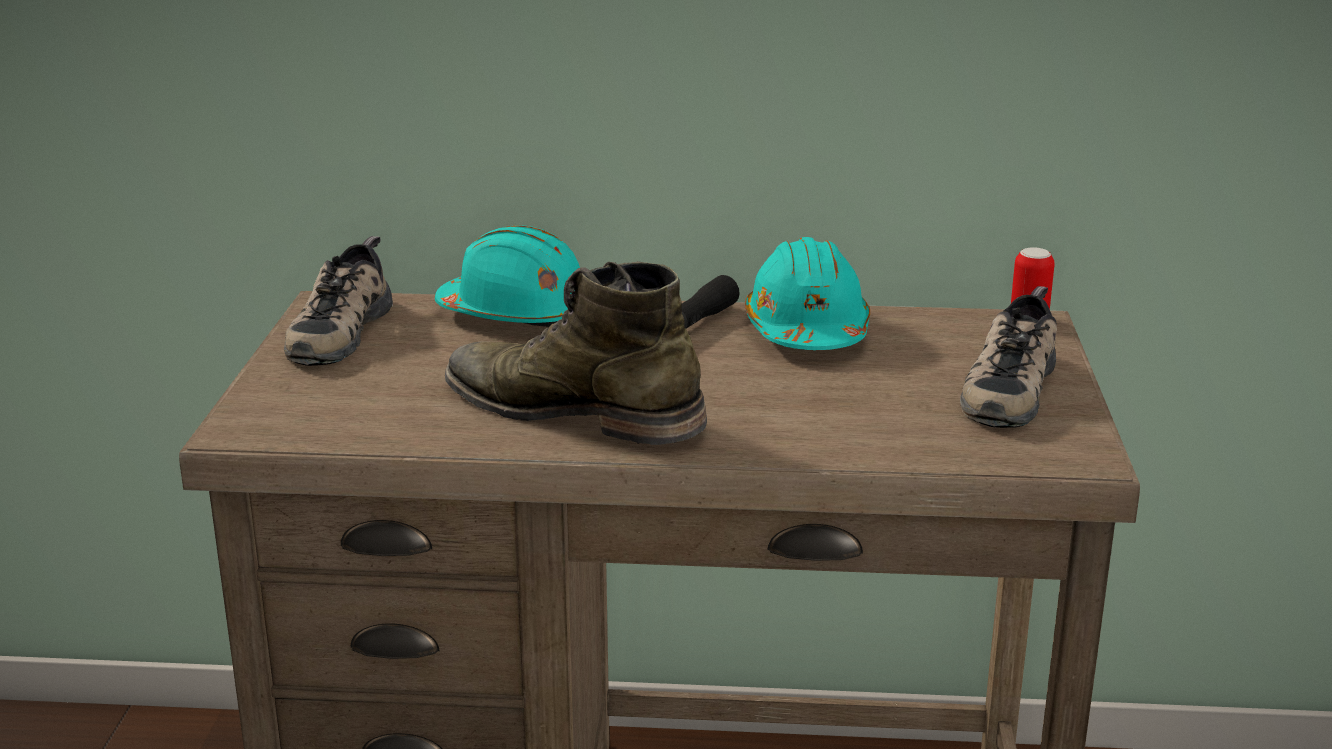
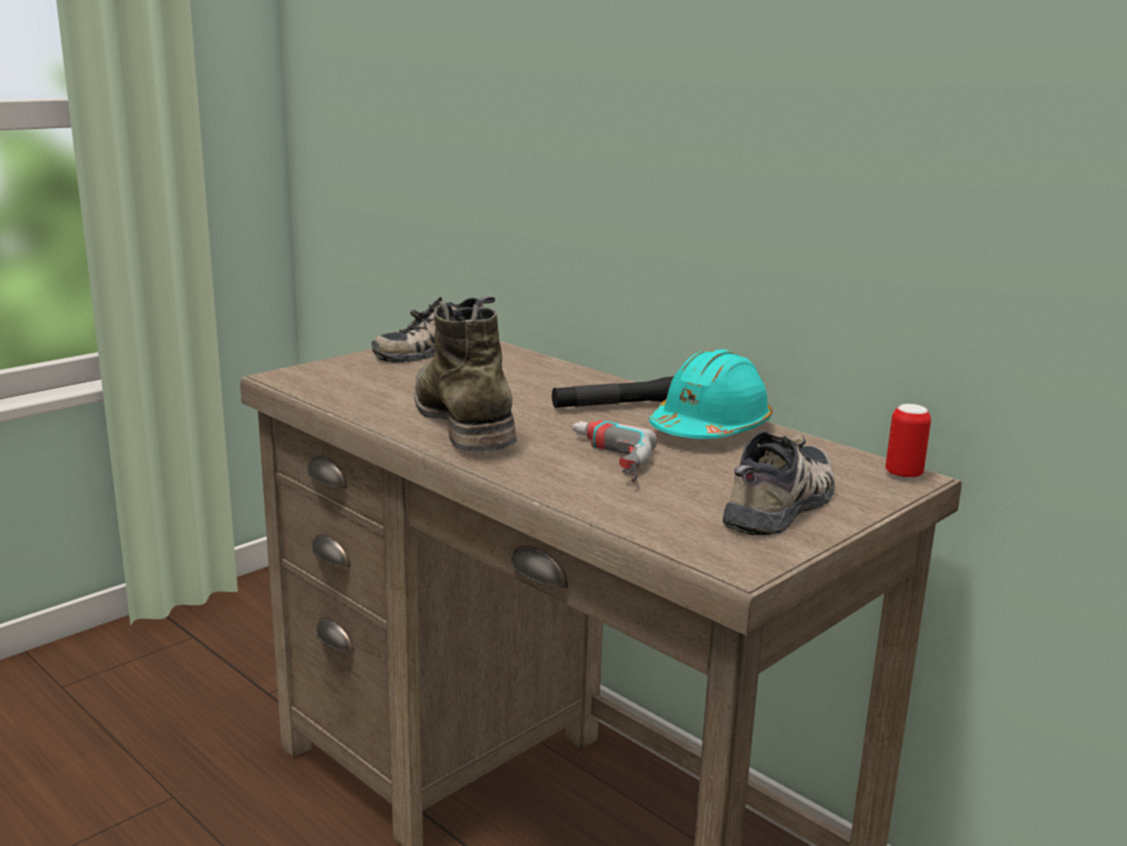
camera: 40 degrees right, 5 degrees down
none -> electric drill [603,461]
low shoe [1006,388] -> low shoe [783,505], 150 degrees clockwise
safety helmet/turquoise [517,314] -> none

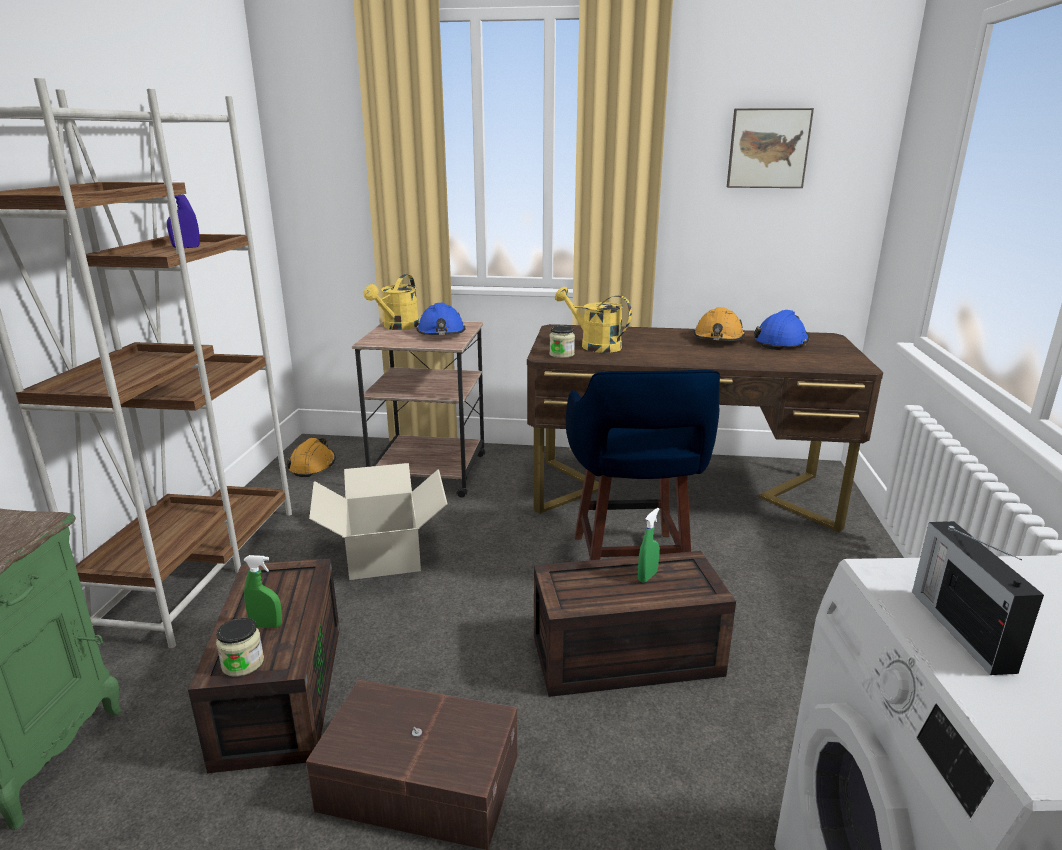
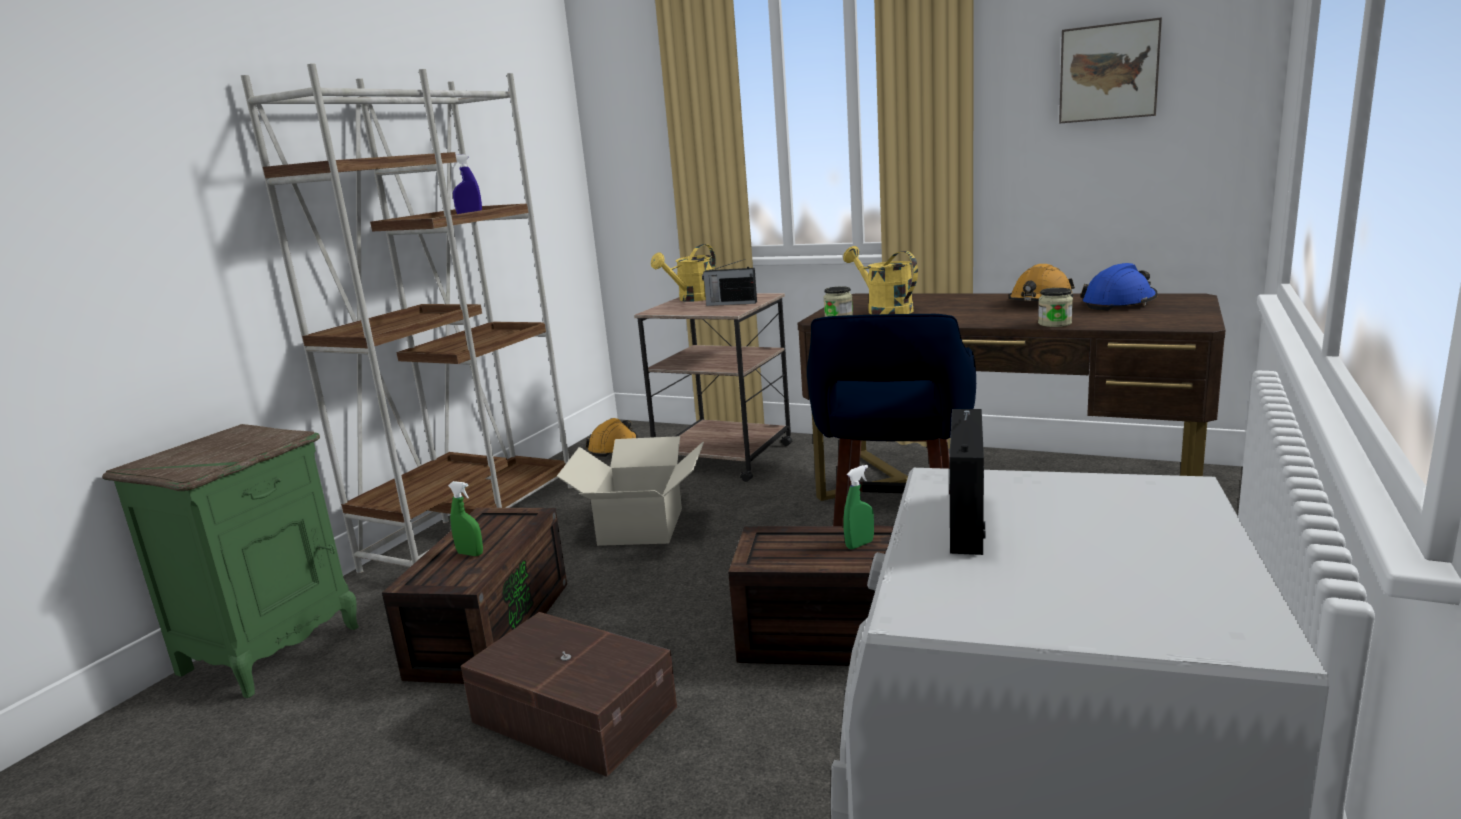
camera: 20 degrees right, 5 degrees down
safety helmet/bluish [441,333] -> radio receiver [730,303]
storage jar [243,663] -> storage jar [1054,323], moved

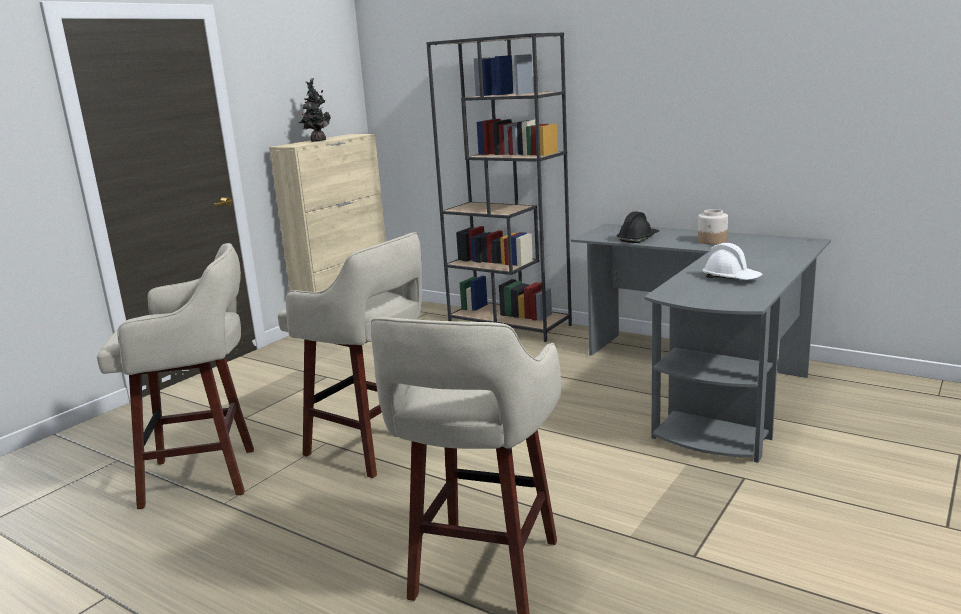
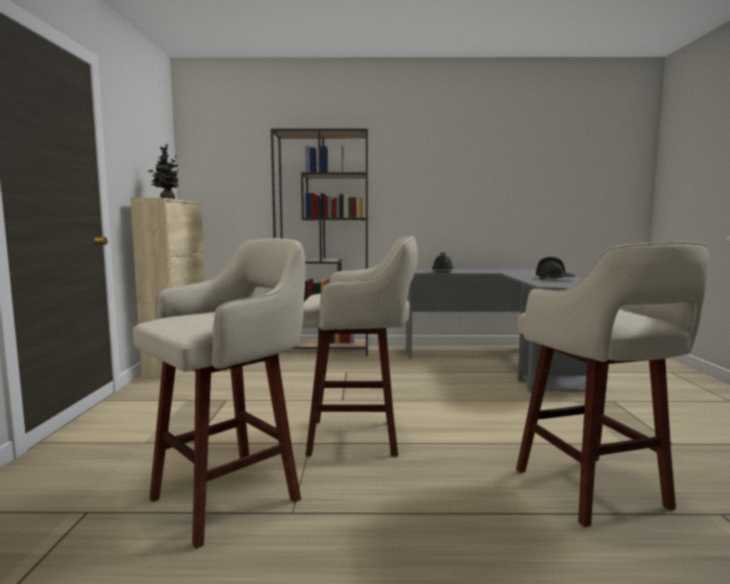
camera: 35 degrees left, 10 degrees down
safety helmet/white [731,278] -> safety helmet/black-coloured [554,279]
storage jar [712,241] -> none

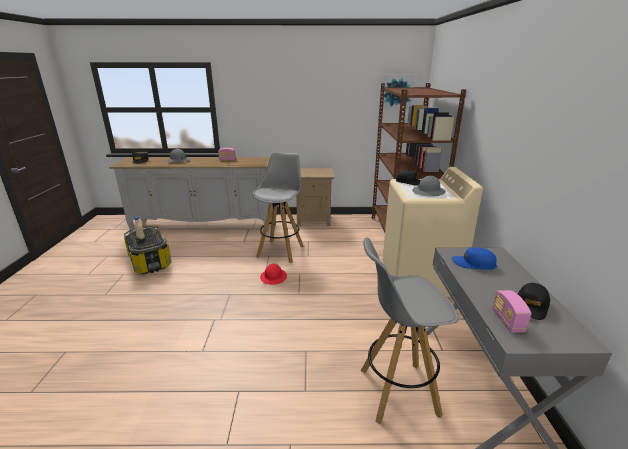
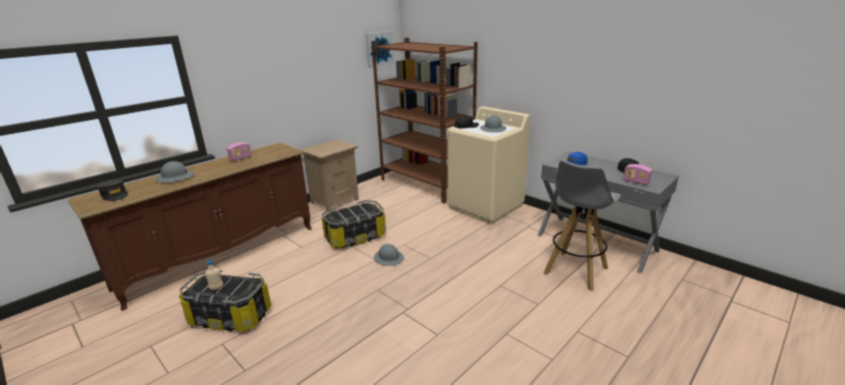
camera: 45 degrees left, 0 degrees up
cabinet/gray [203,226] -> cabinet/brown-coloured [222,256]
stool seat/gray [281,251] -> storage container [355,237]
safety helmet/red-coloured [273,277] -> safety helmet/gray [389,258]

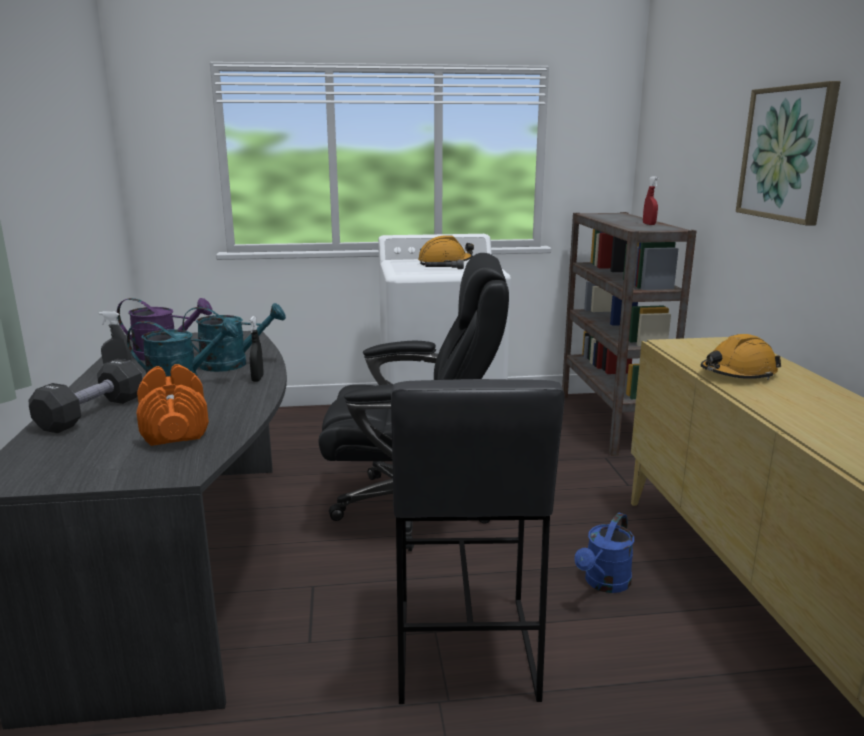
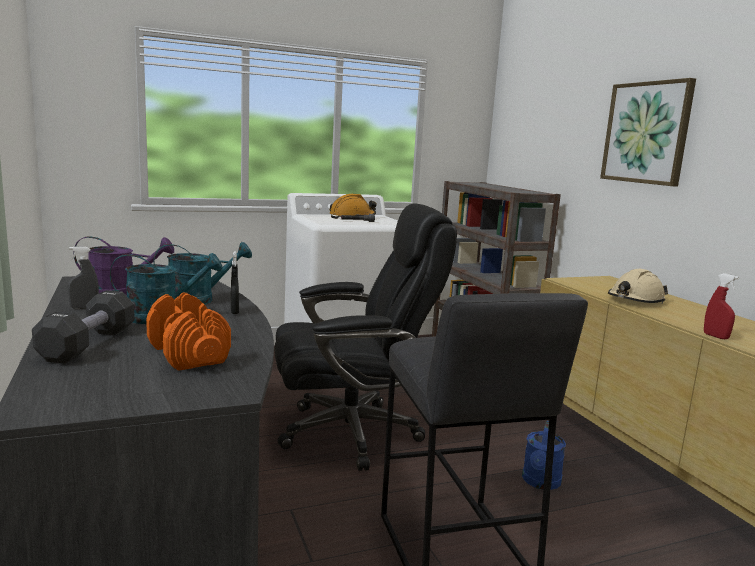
camera: 15 degrees left, 5 degrees down
safety helmet/orange-coloured [737,373] -> safety helmet/beige-coloured [635,300]
hand sprayer/red-coloured [649,224] -> hand sprayer/red-coloured [715,336], moved

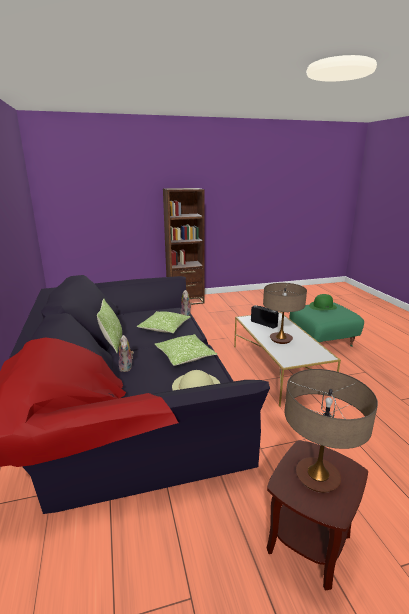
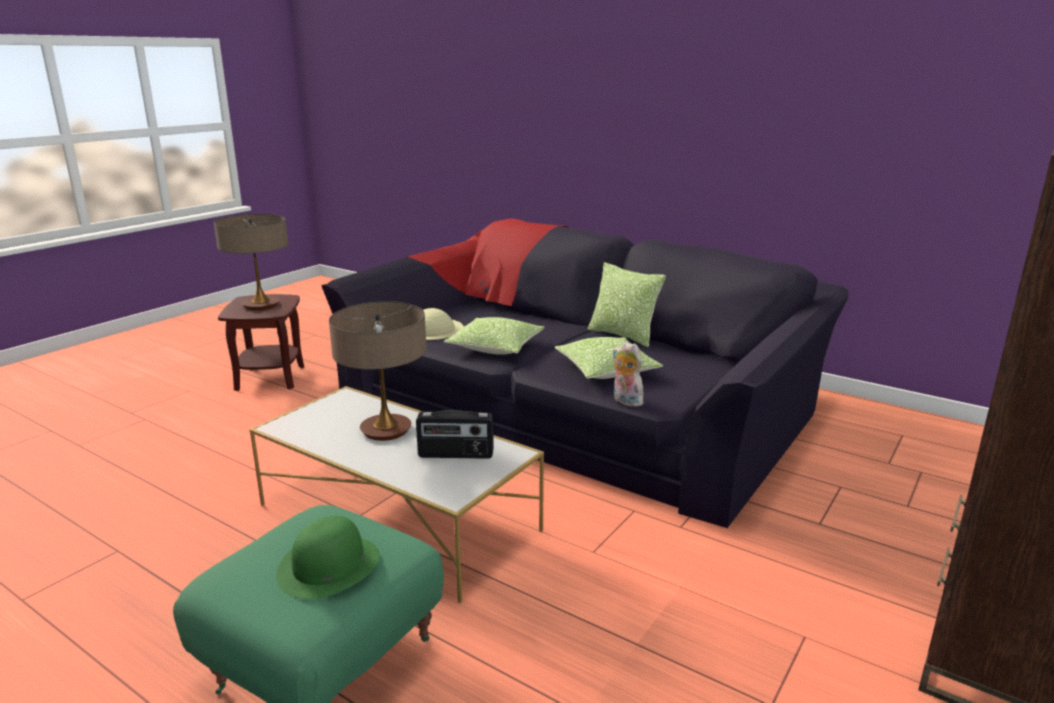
camera: 140 degrees right, 0 degrees up
soft toy [127,368] -> none

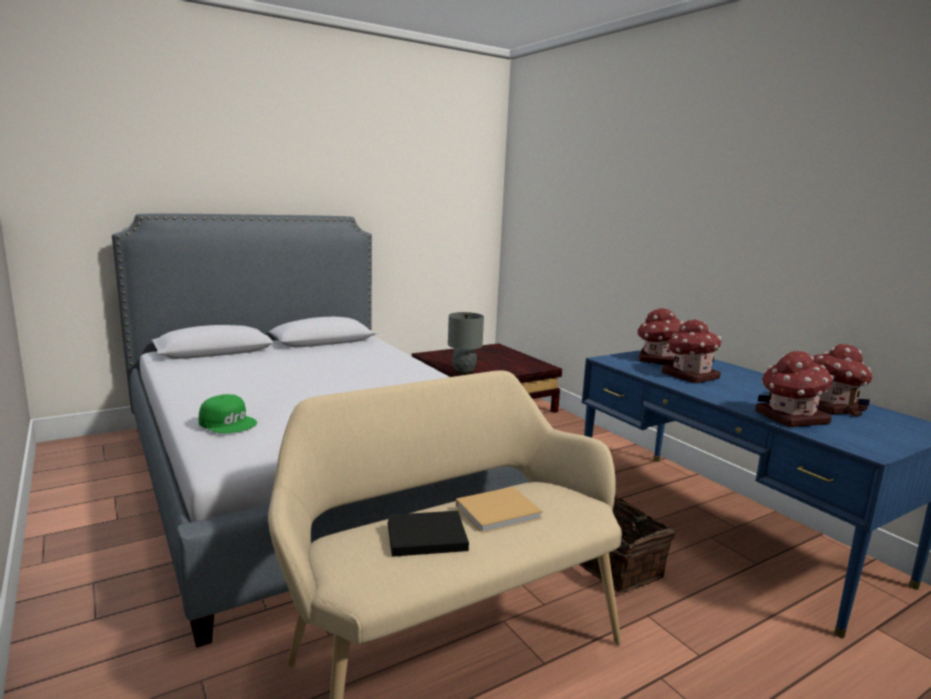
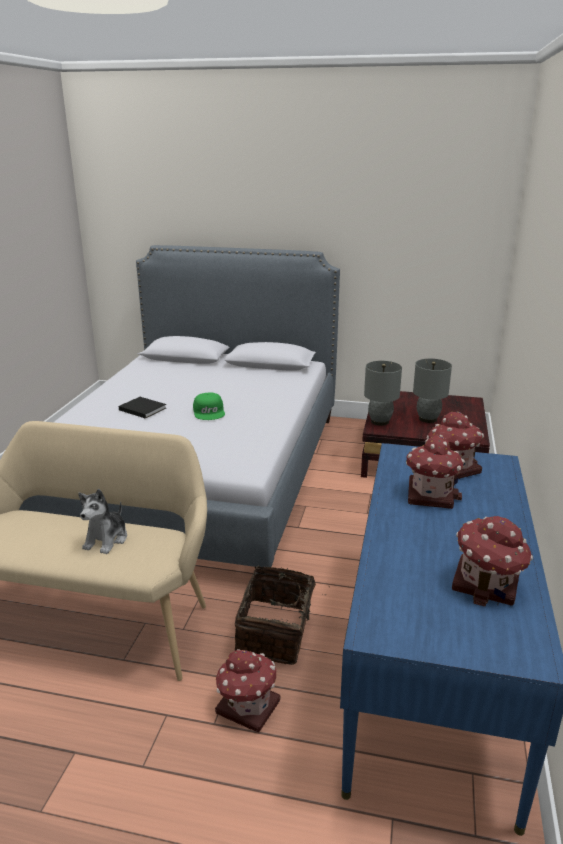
camera: 45 degrees right, 10 degrees up
book/beige-coloured [500,511] -> soft toy [106,539]
book/black-coloured [423,536] -> book/black-coloured [141,408], moved
cap/greenish [228,422] -> cap/greenish [209,412], moved
toy house [789,418] -> toy house [247,706], moved
none -> tabletop lamp/gray [427,419]

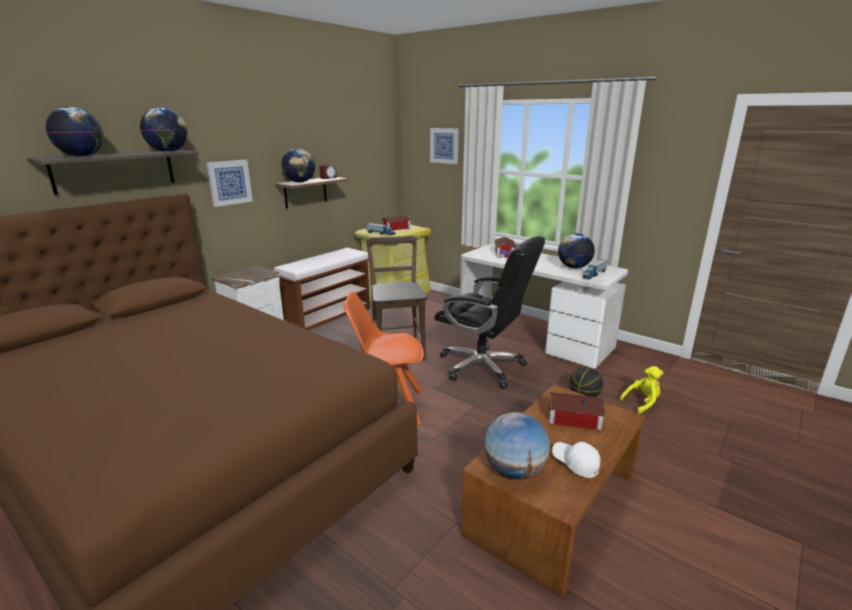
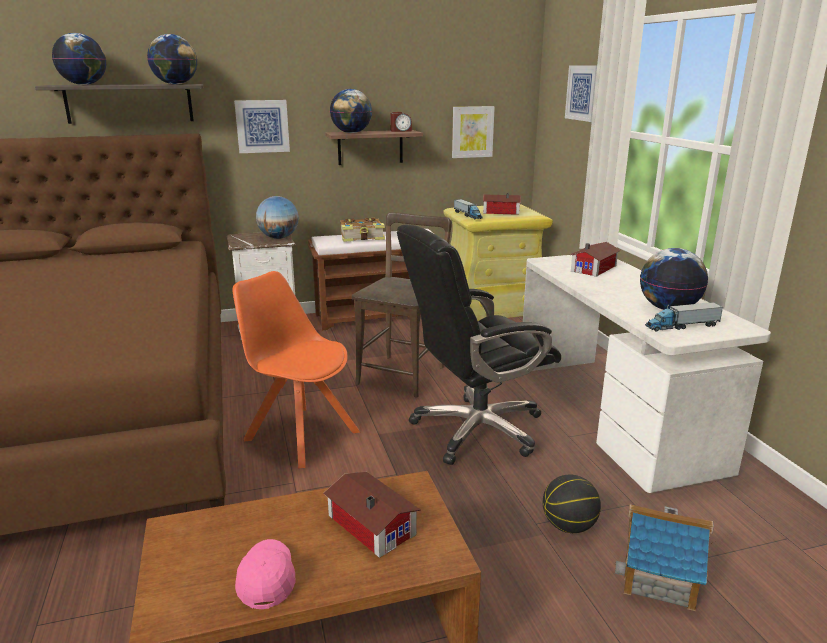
camera: 35 degrees right, 0 degrees up
cap/white [575,463] -> cap/pinkish [267,580]
globe [514,471] -> globe [278,238], moved
none -> book [362,237]
office chair/black-coloured [482,367] -> office chair/black-coloured [476,430], 90 degrees clockwise
none -> wall art [472,132]
soft toy/yellowish [642,403] -> toy house [659,578]

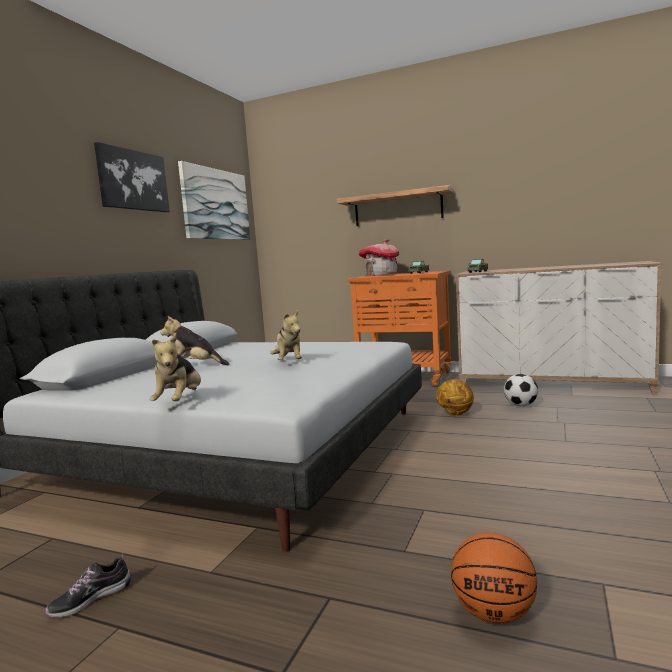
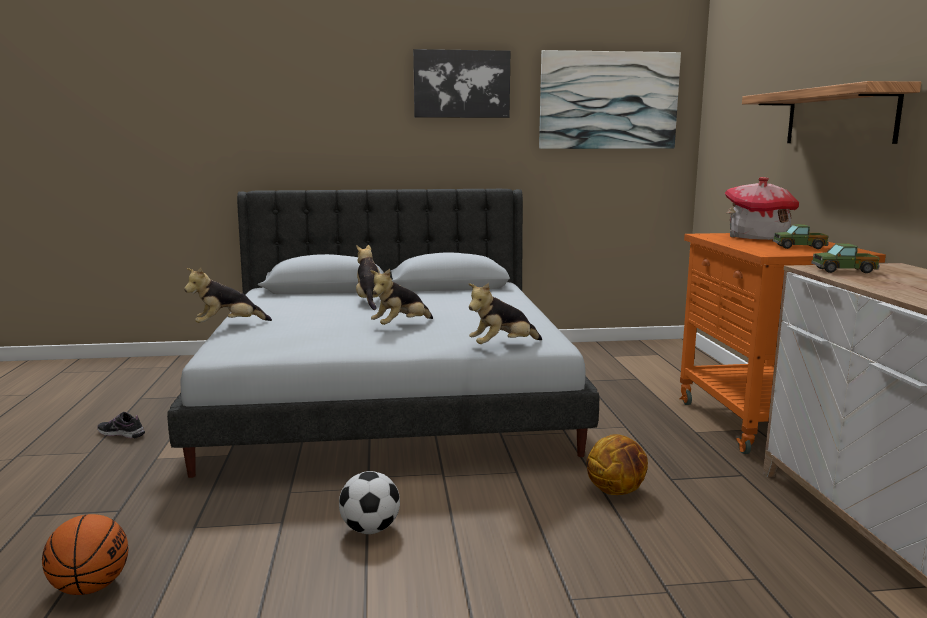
camera: 60 degrees right, 5 degrees up
football ball [521,405] -> football ball [370,529], moved
none -> soft toy [502,346]

